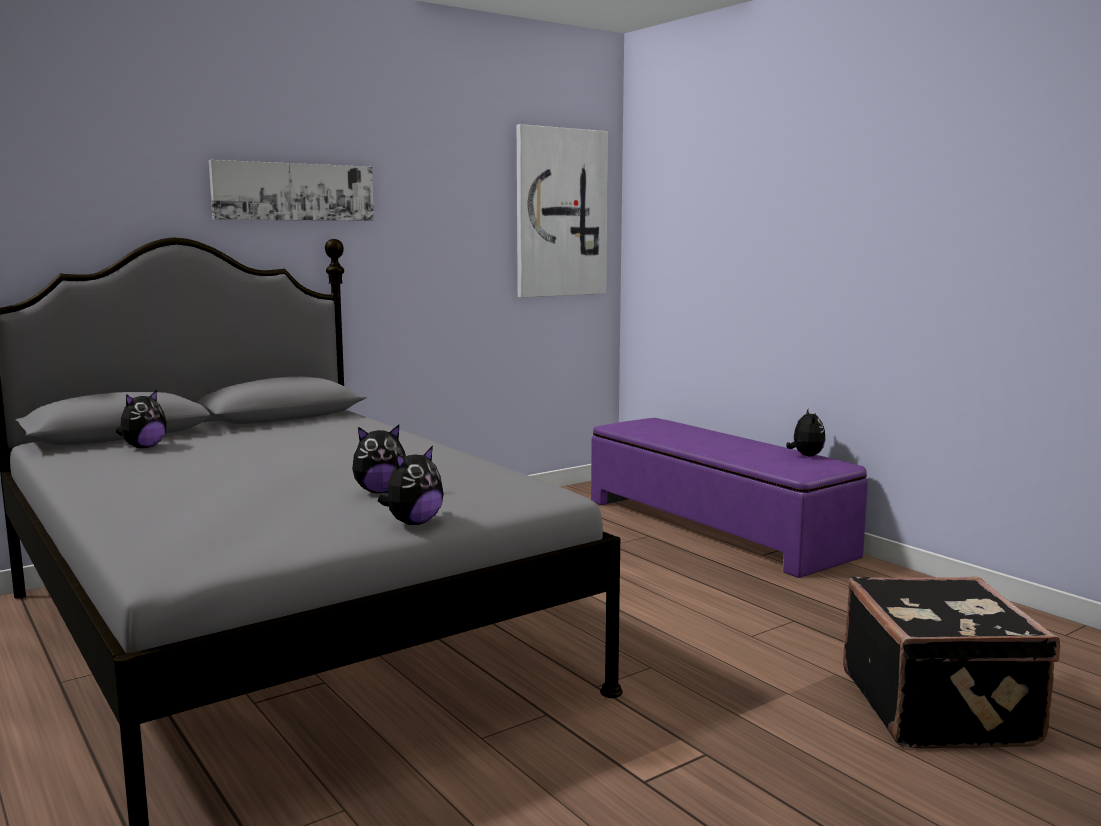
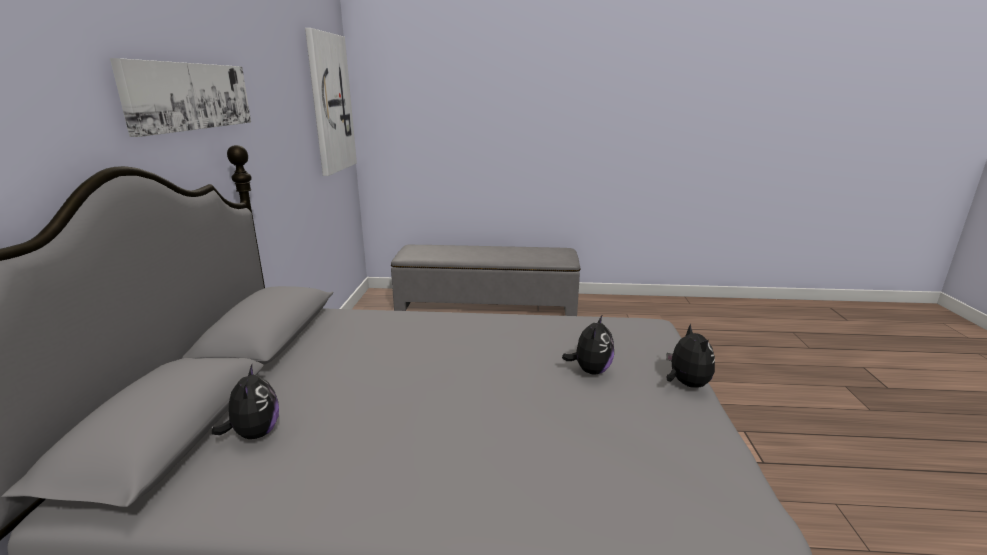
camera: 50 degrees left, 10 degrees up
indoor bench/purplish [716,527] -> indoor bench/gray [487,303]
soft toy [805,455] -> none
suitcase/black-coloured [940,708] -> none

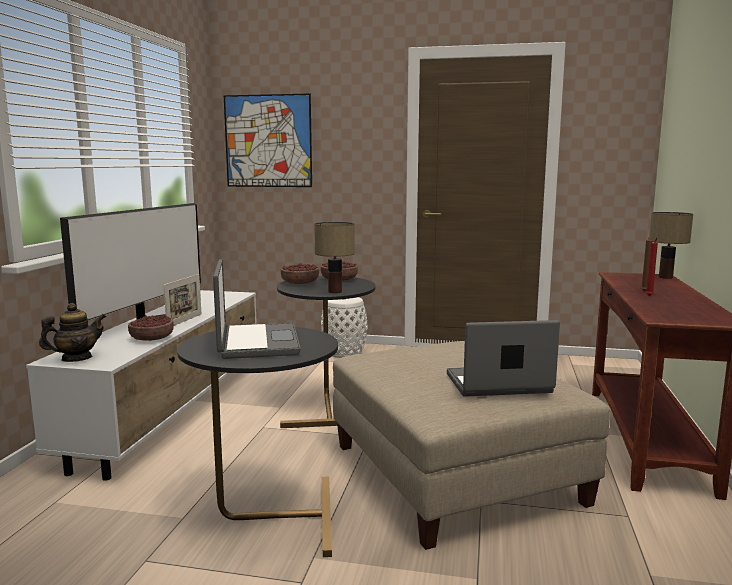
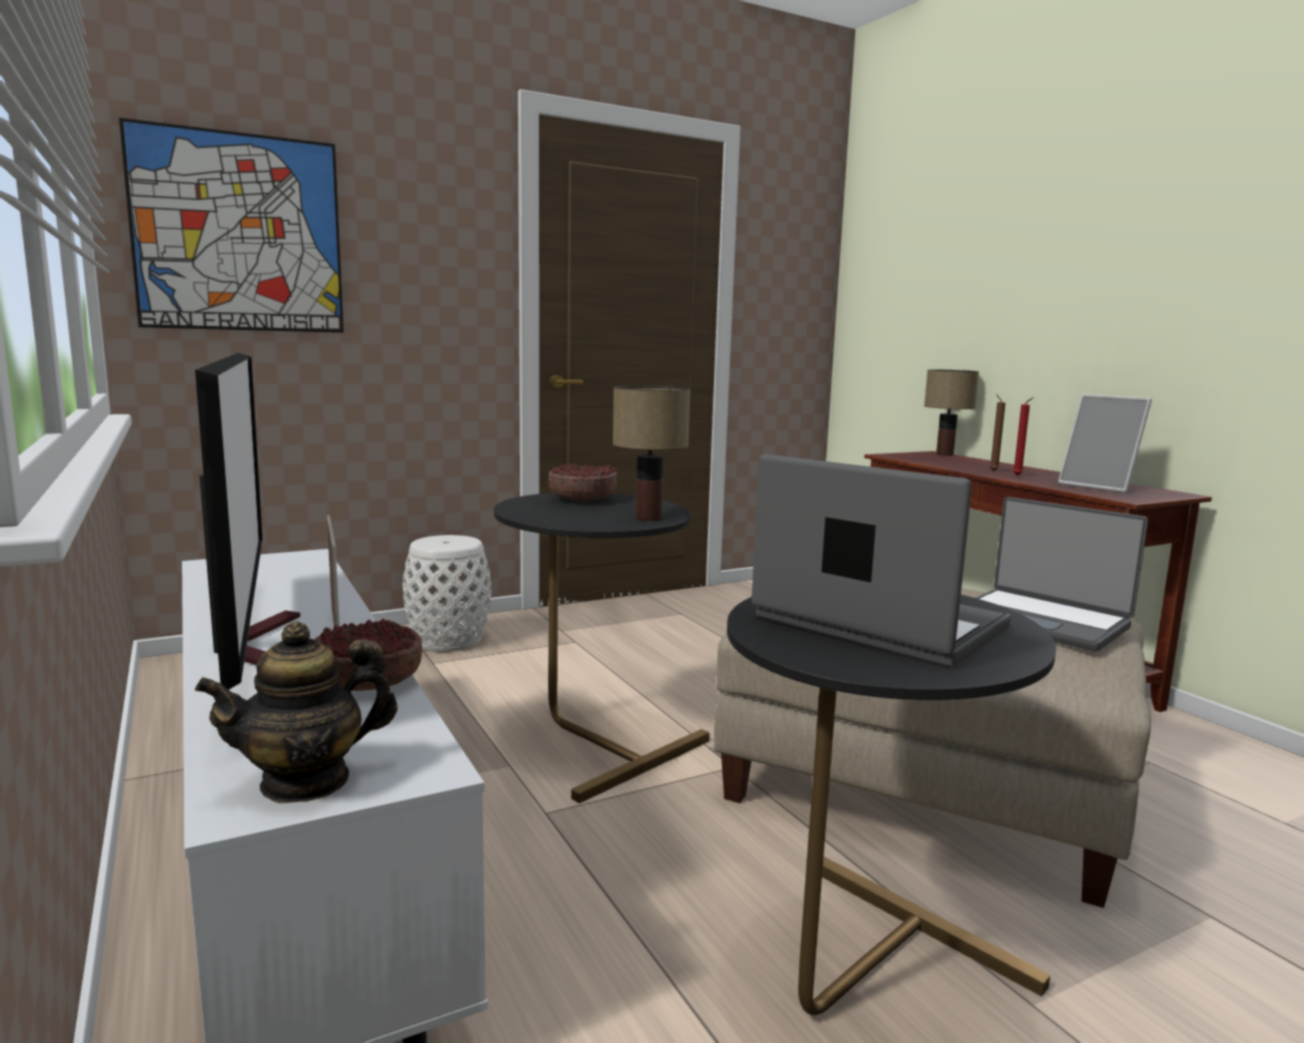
camera: 40 degrees left, 0 degrees up
tea pot [76,359] -> tea pot [306,781], 135 degrees counterclockwise
portable computer [498,384] -> portable computer [1042,621], 90 degrees counterclockwise
none -> photo frame [1100,486]
bowl [300,283] -> none

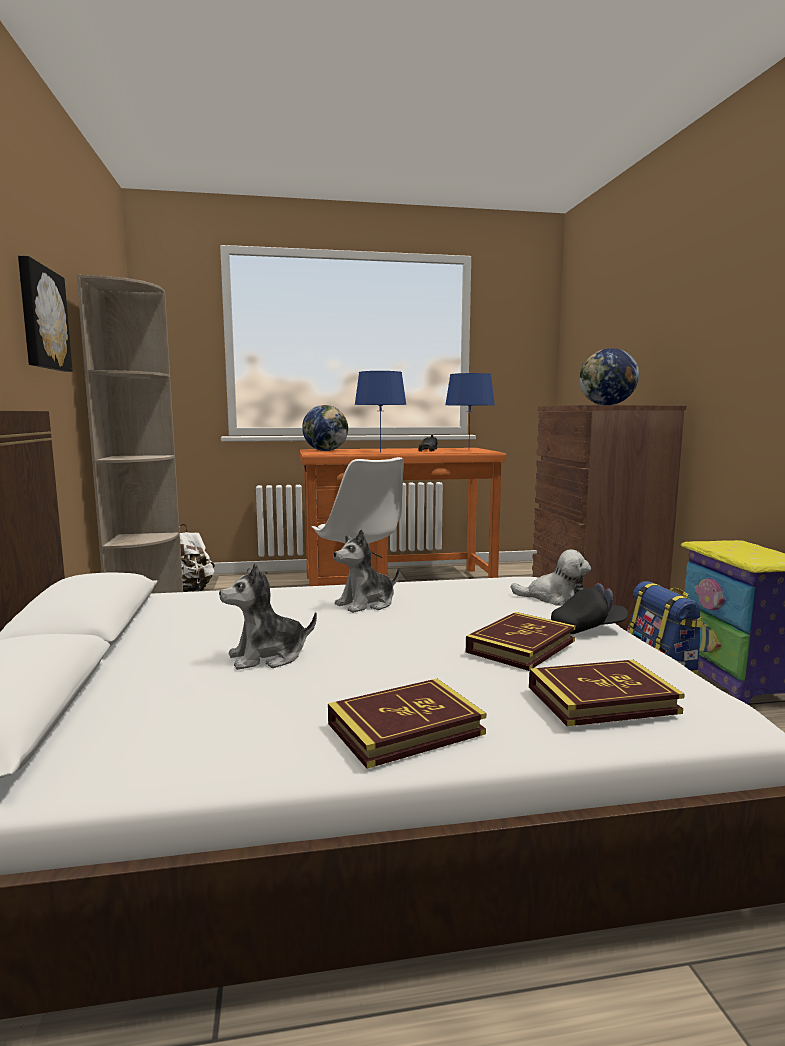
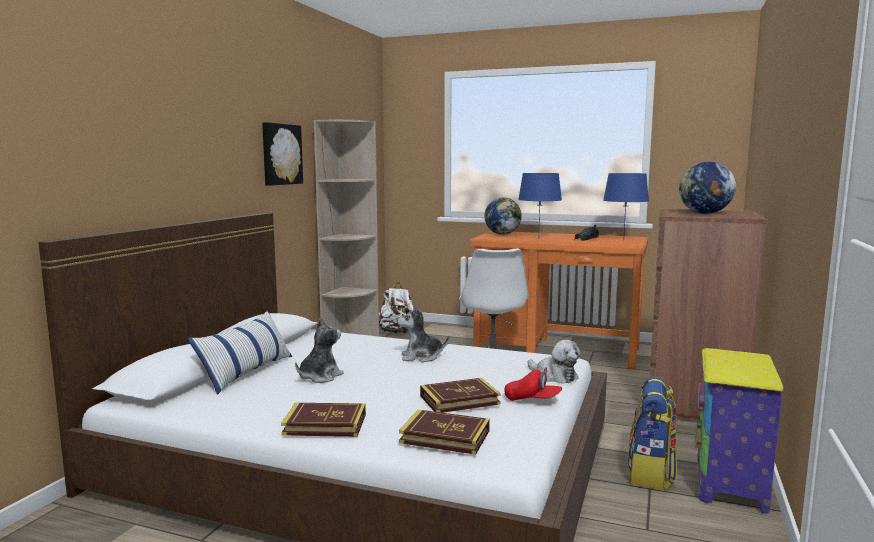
camera: 30 degrees right, 0 degrees up
none -> throw pillow [246,372]
soft toy [268,657] -> soft toy [319,377], 120 degrees clockwise
cap/black-coloured [588,629] -> cap/red-coloured [532,400]

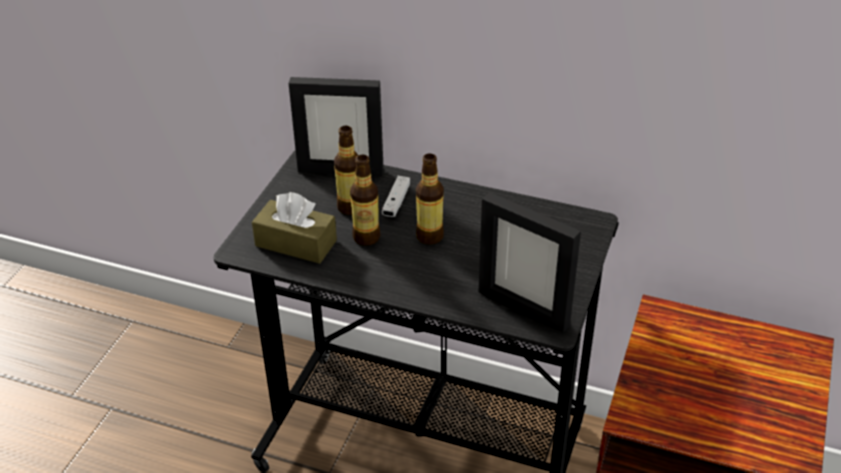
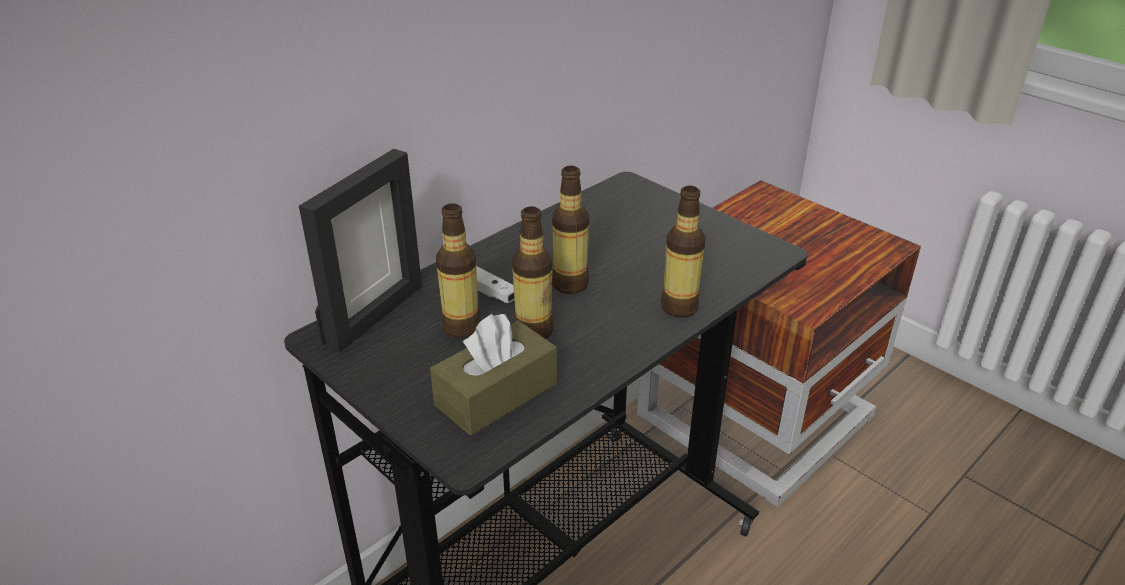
camera: 65 degrees left, 5 degrees down
none -> beverage bottle [679,307]
photo frame [524,307] -> none

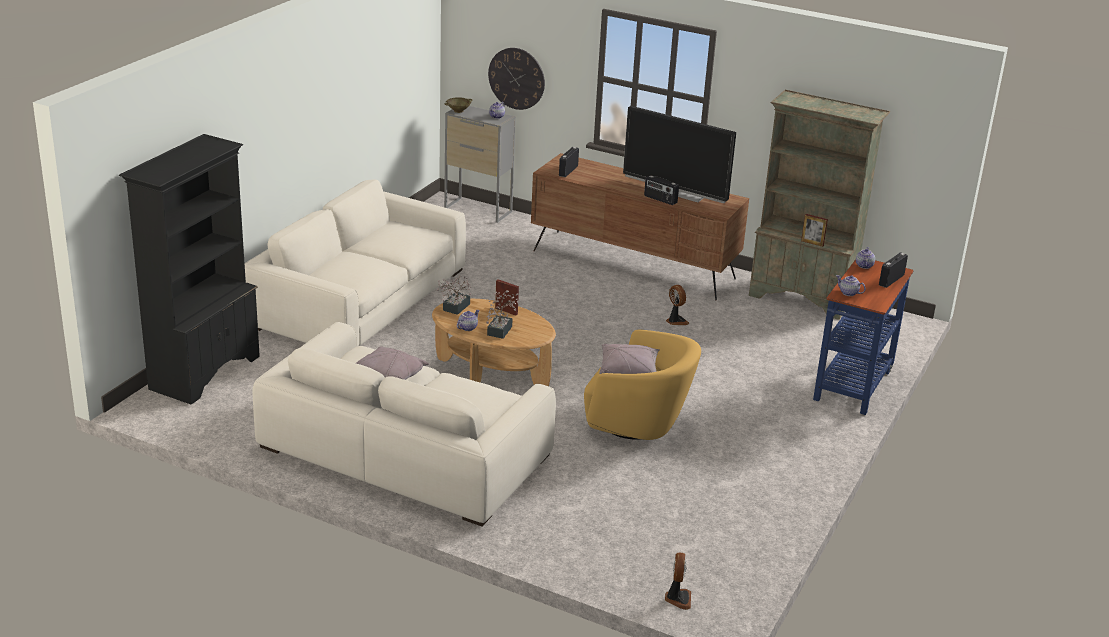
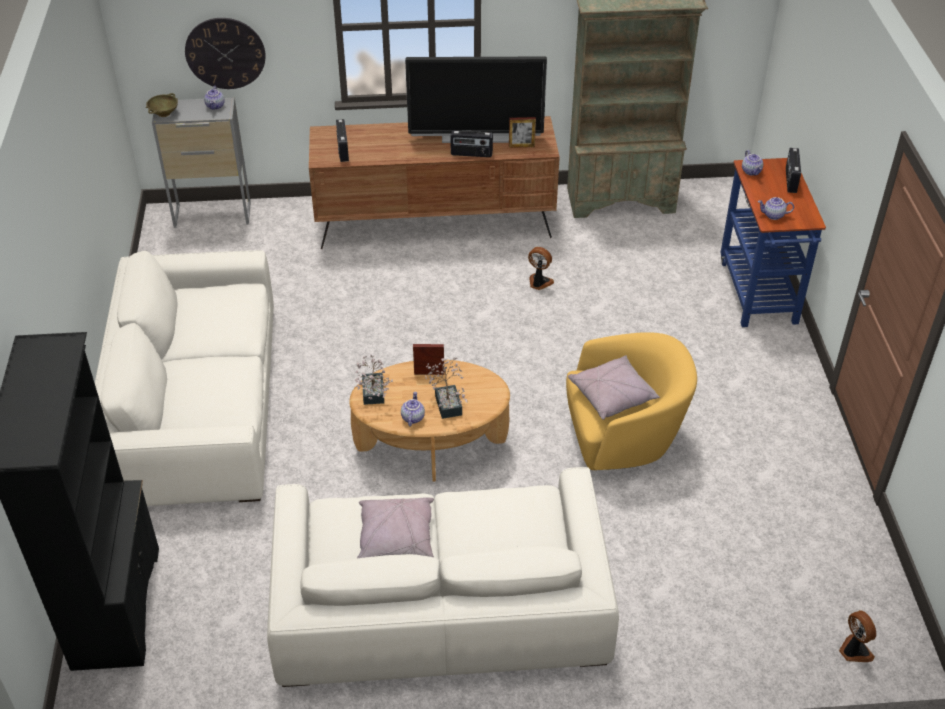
camera: 30 degrees left, 15 degrees up
photo frame [812,243] -> photo frame [521,146], moved

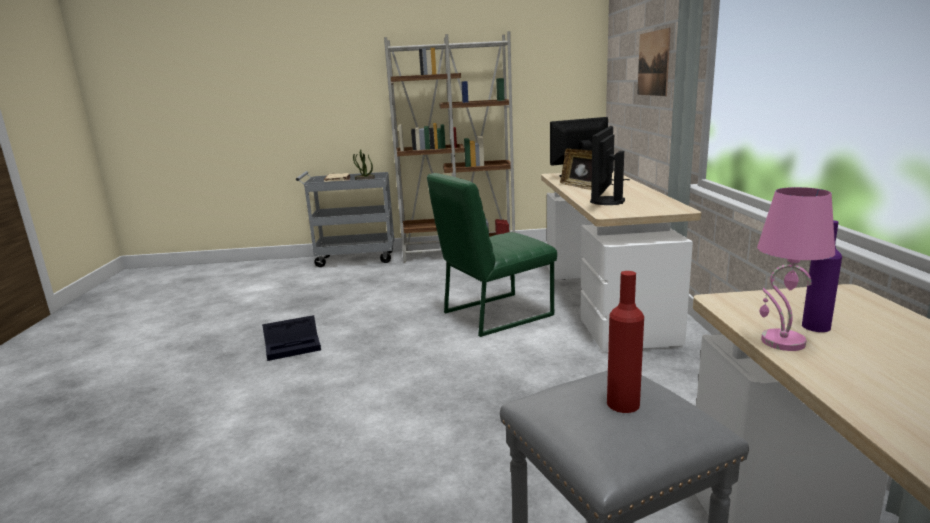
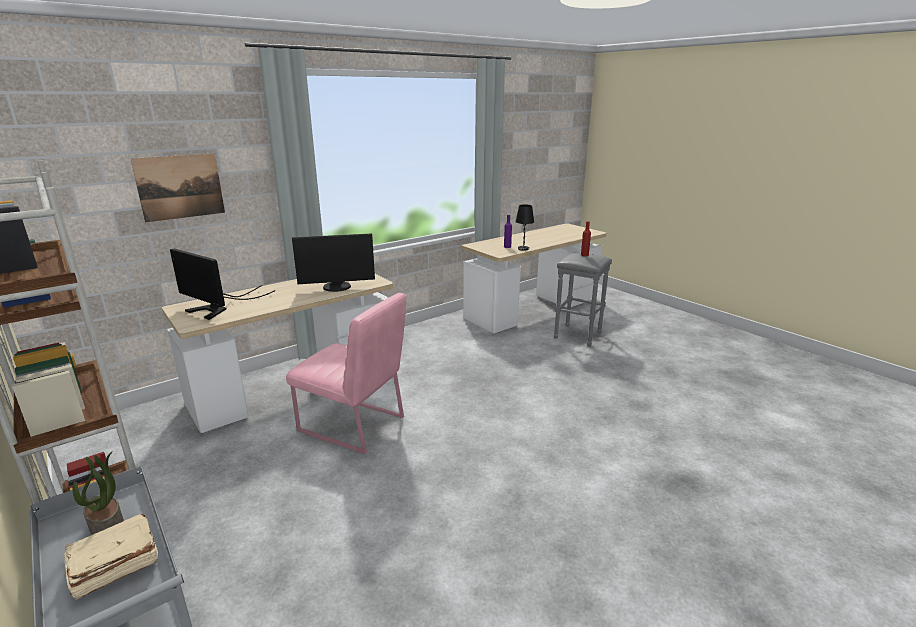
camera: 125 degrees left, 5 degrees up
plain chair/greenish [494,314] -> plain chair/pinkish [353,425]
tabletop lamp/pinkish [781,342] -> tabletop lamp/black-coloured [523,249]
storage container/black-coloured [294,346] -> none
photo frame [579,186] -> none

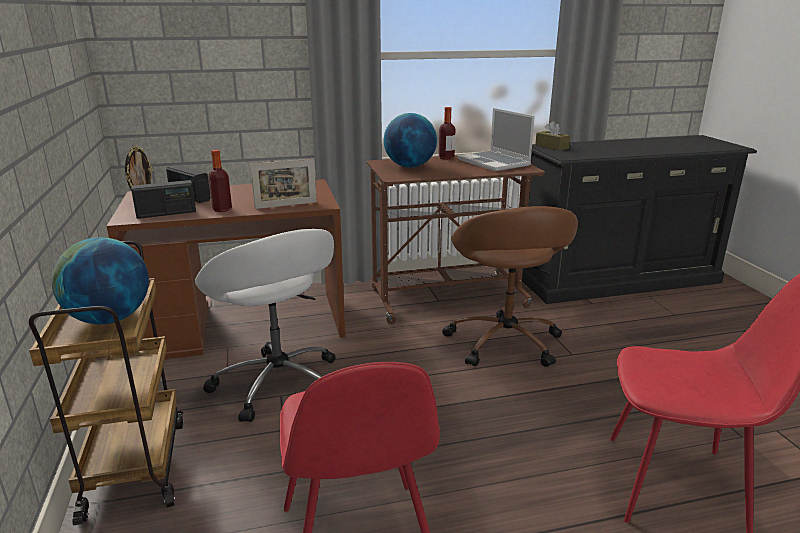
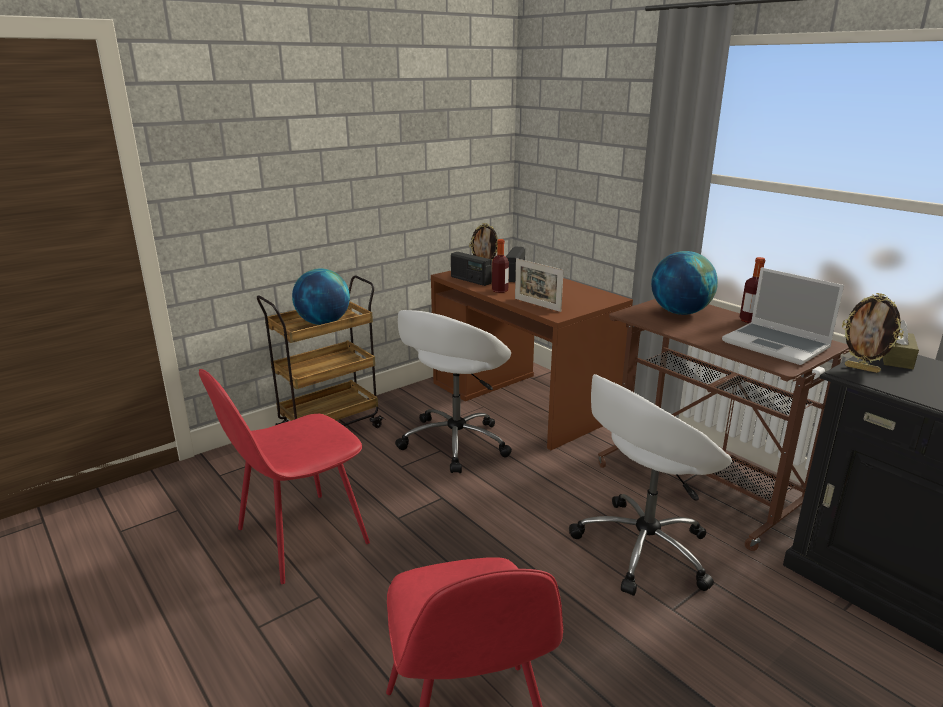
camera: 65 degrees right, 0 degrees up
office chair/brown-coloured [505,344] -> office chair/white [640,550]
portable computer [495,162] -> portable computer [777,345], 75 degrees counterclockwise
none -> photo frame [862,369]

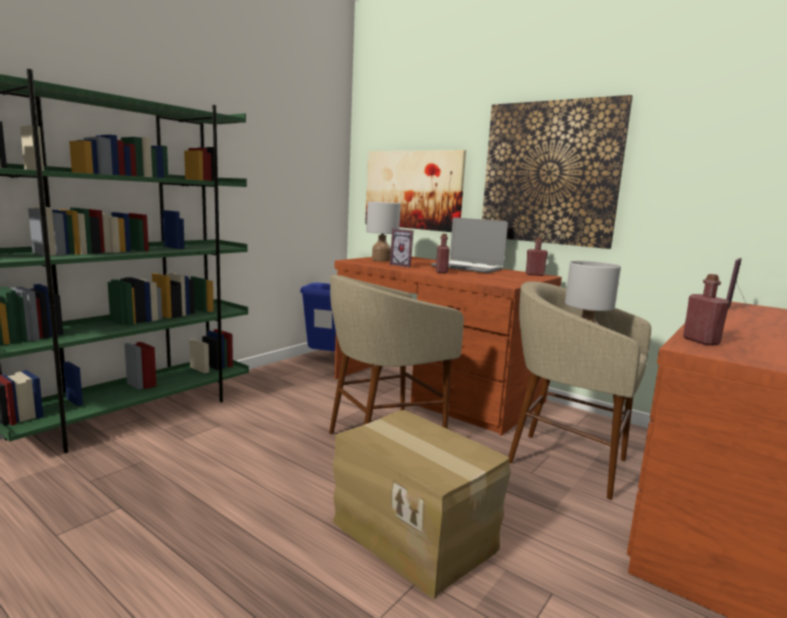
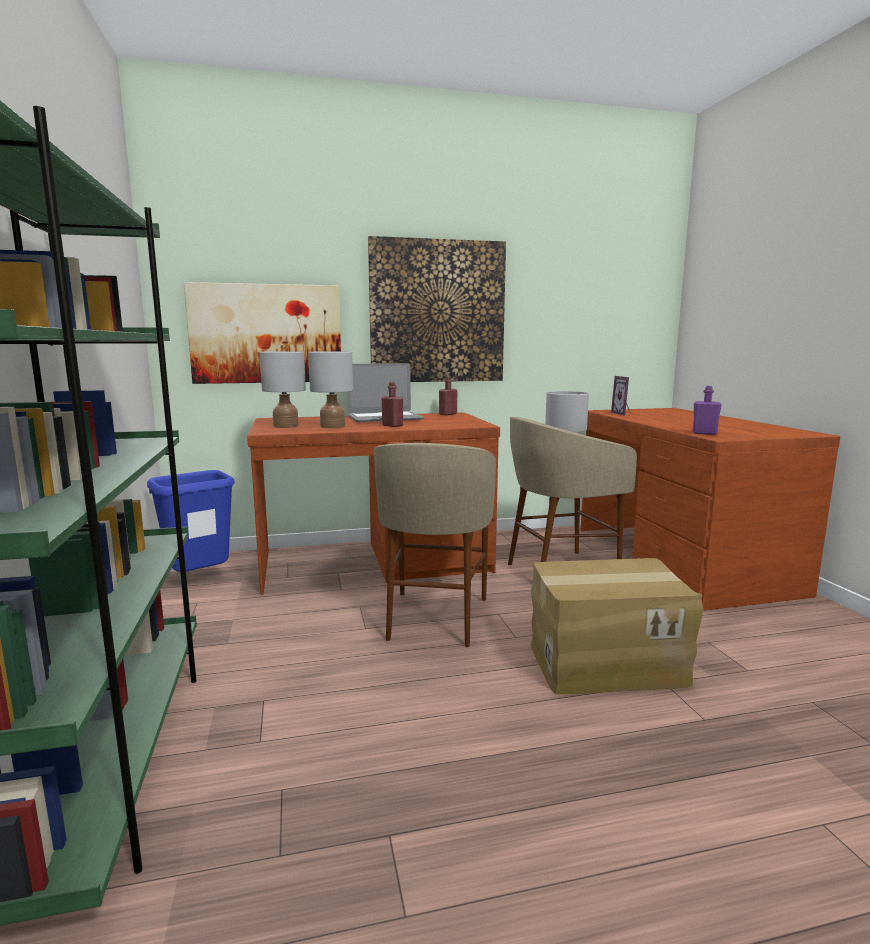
camera: 50 degrees left, 0 degrees up
photo frame [403,265] -> tabletop lamp/gray [333,426]
beverage bottle/red-coloured [701,341] -> beverage bottle/purplish [704,433]

